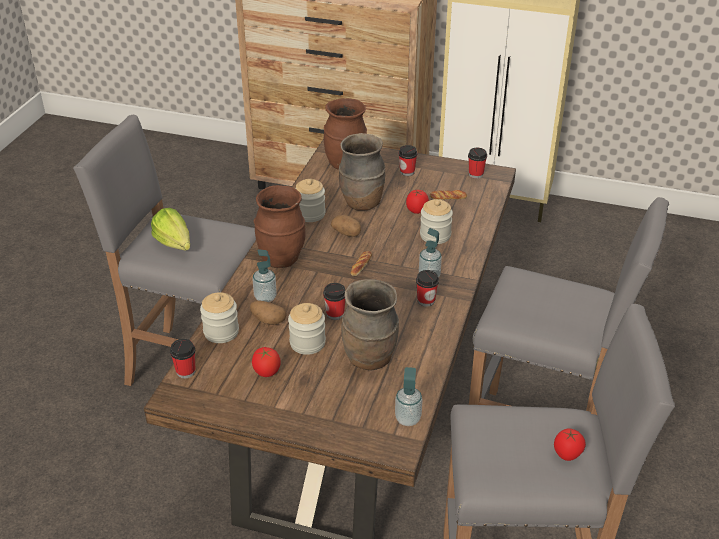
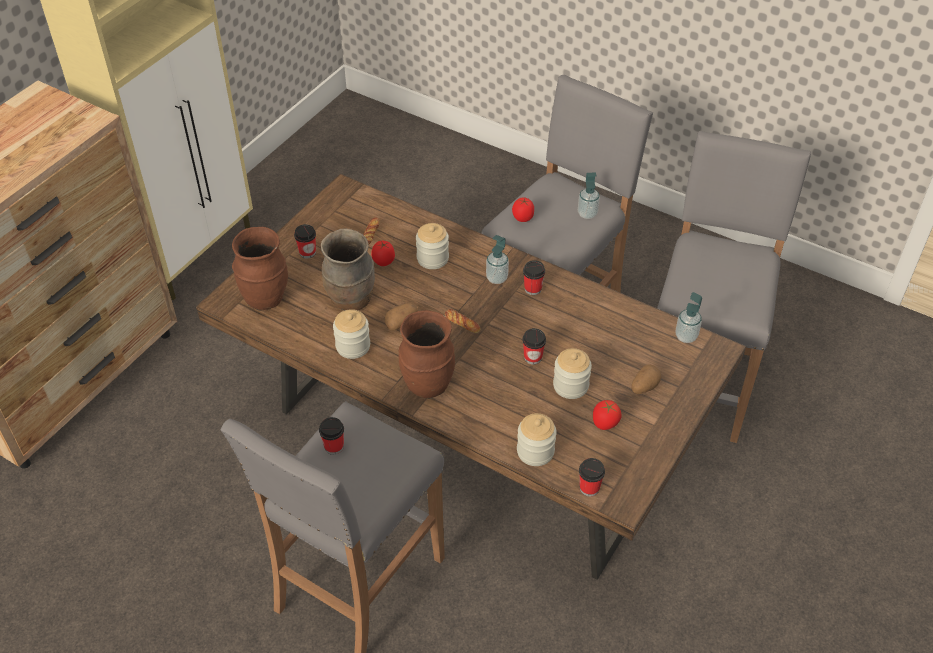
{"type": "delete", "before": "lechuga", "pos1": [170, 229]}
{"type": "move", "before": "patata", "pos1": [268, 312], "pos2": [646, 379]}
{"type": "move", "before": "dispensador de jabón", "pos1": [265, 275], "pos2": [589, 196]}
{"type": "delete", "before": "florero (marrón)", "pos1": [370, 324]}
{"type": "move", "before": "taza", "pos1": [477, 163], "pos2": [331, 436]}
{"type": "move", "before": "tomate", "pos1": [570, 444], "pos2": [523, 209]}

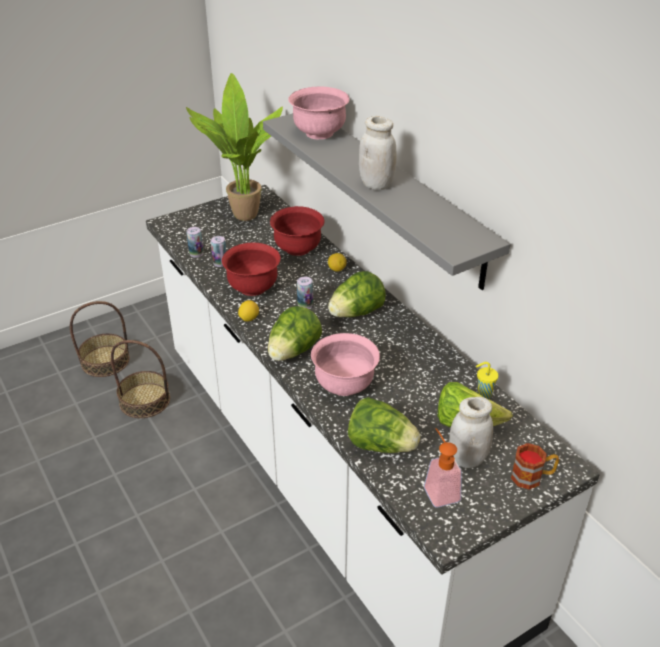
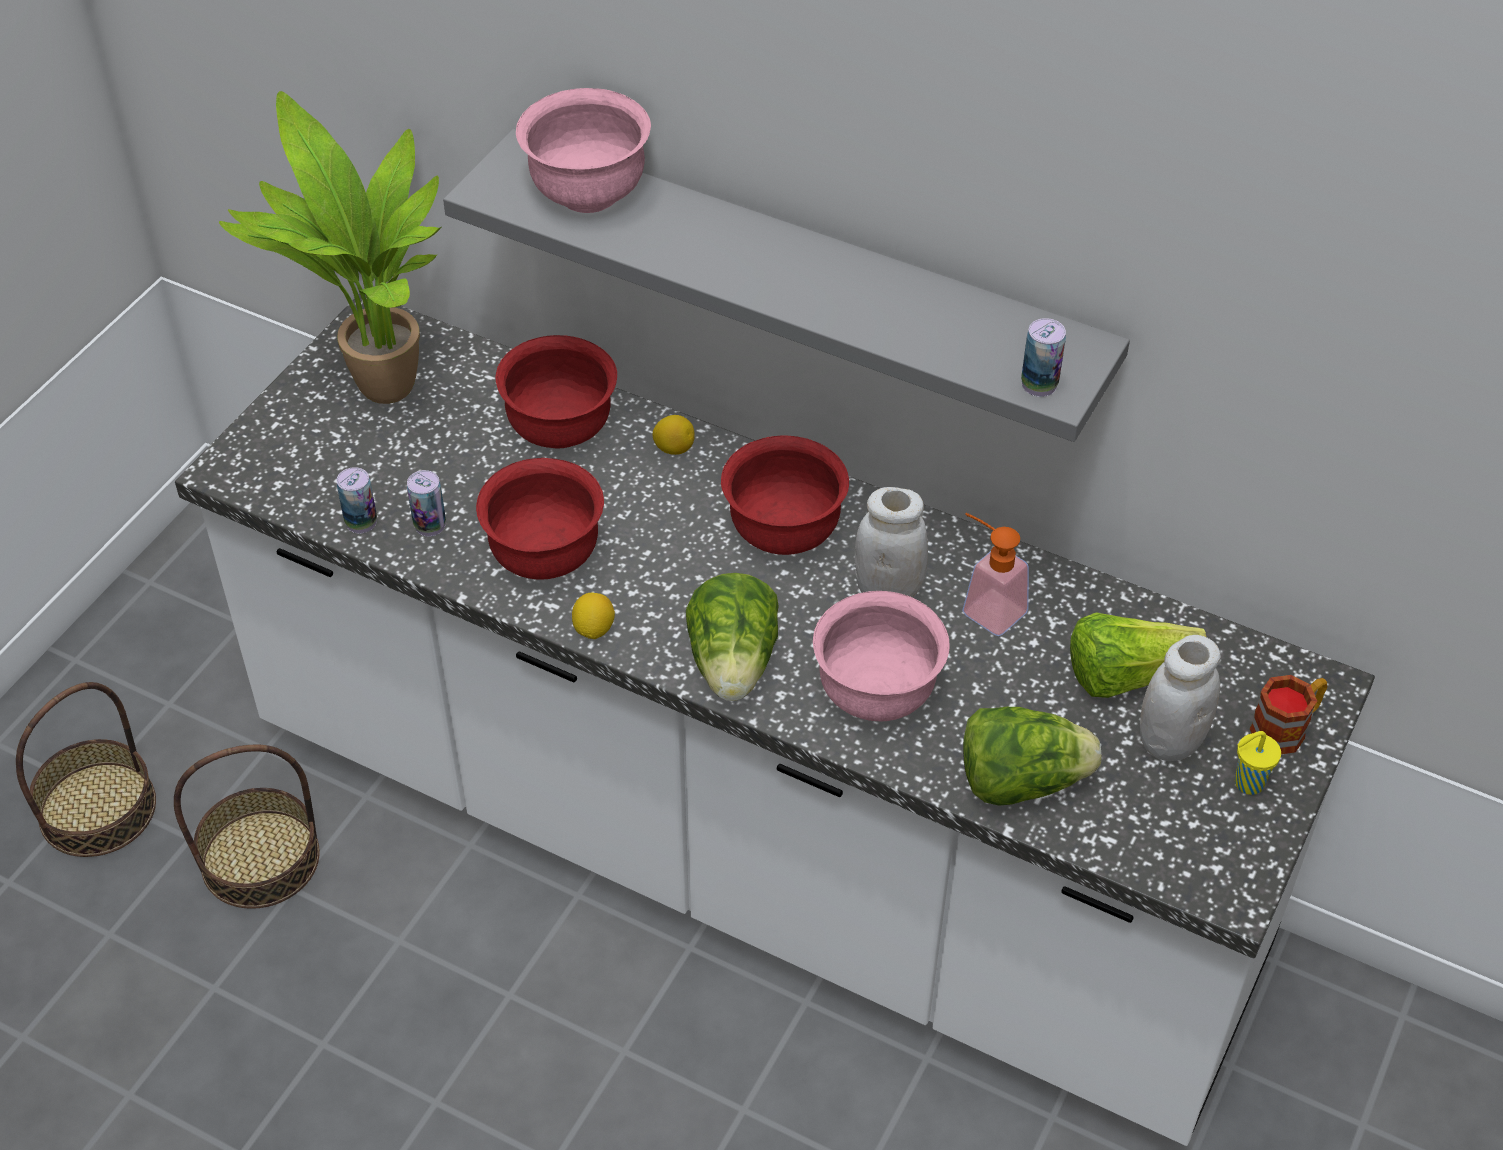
{"type": "move", "before": "lata", "pos1": [305, 293], "pos2": [1043, 357]}
{"type": "replace", "before": "lechuga", "after": "cuenco (rojo)", "pos1": [357, 294], "pos2": [785, 495]}
{"type": "move", "before": "tarro (blanco)", "pos1": [377, 153], "pos2": [891, 542]}
{"type": "move", "before": "dispensador de jabón", "pos1": [443, 468], "pos2": [995, 574]}
{"type": "move", "before": "taza (amarillo)", "pos1": [487, 380], "pos2": [1258, 763]}

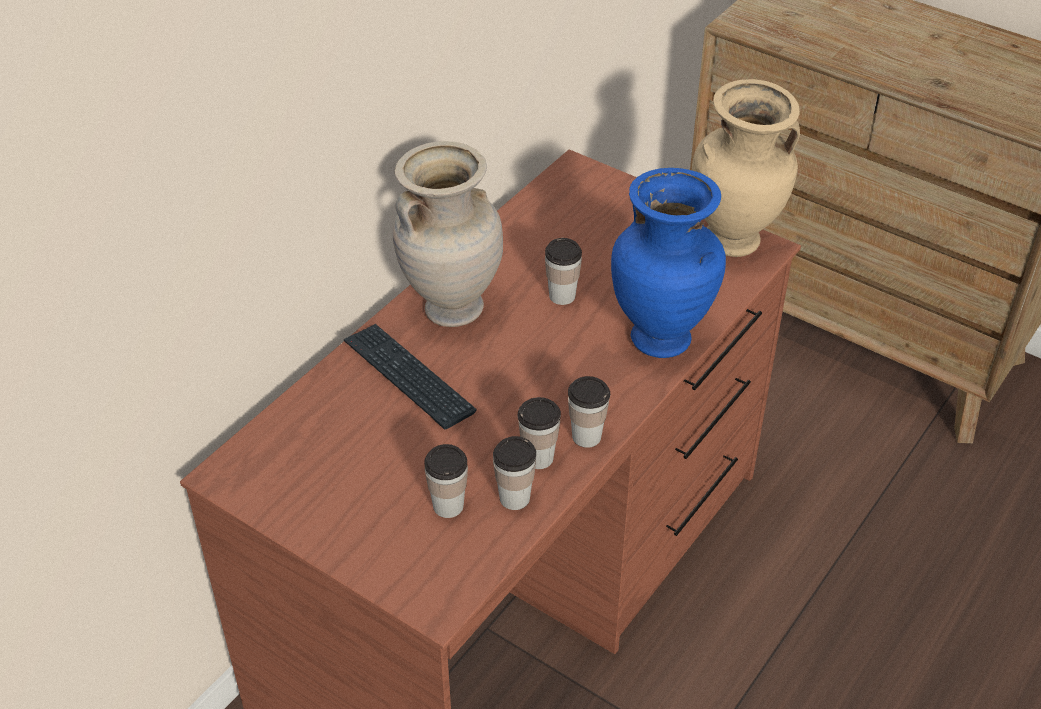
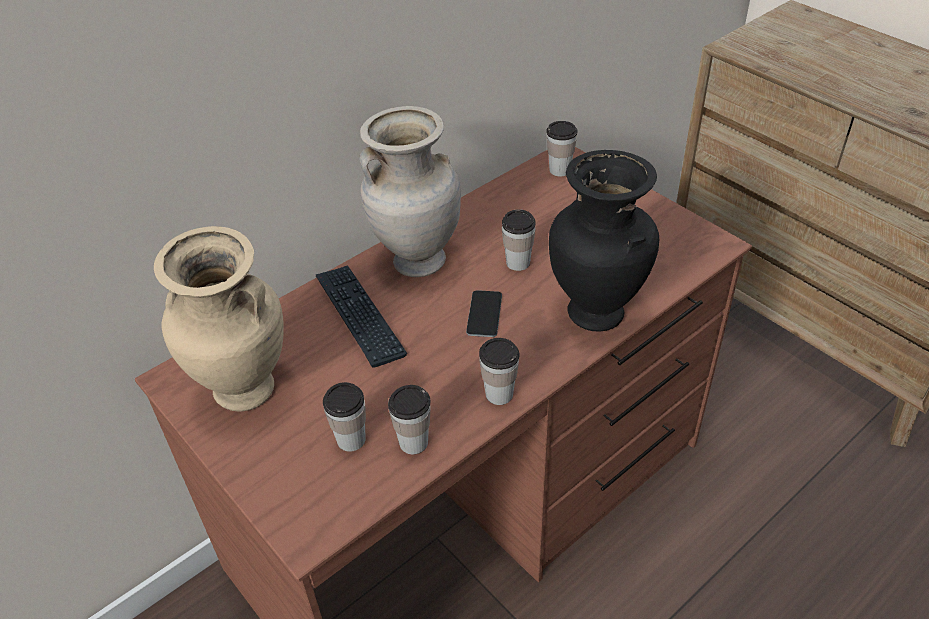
{"type": "move", "before": "taza", "pos1": [539, 433], "pos2": [562, 148]}
{"type": "recolor", "before": "florero (azul)", "after": "florero (negro)", "pos1": [668, 263], "pos2": [604, 240]}
{"type": "move", "before": "florero (beis)", "pos1": [746, 168], "pos2": [219, 319]}
{"type": "insert", "after": "móvil", "pos2": [484, 313]}

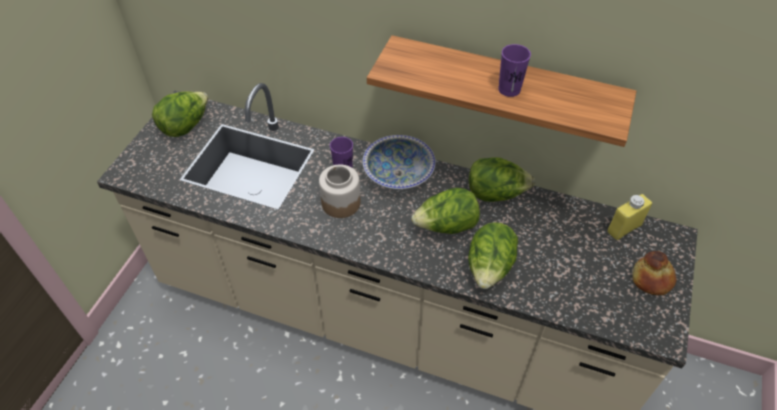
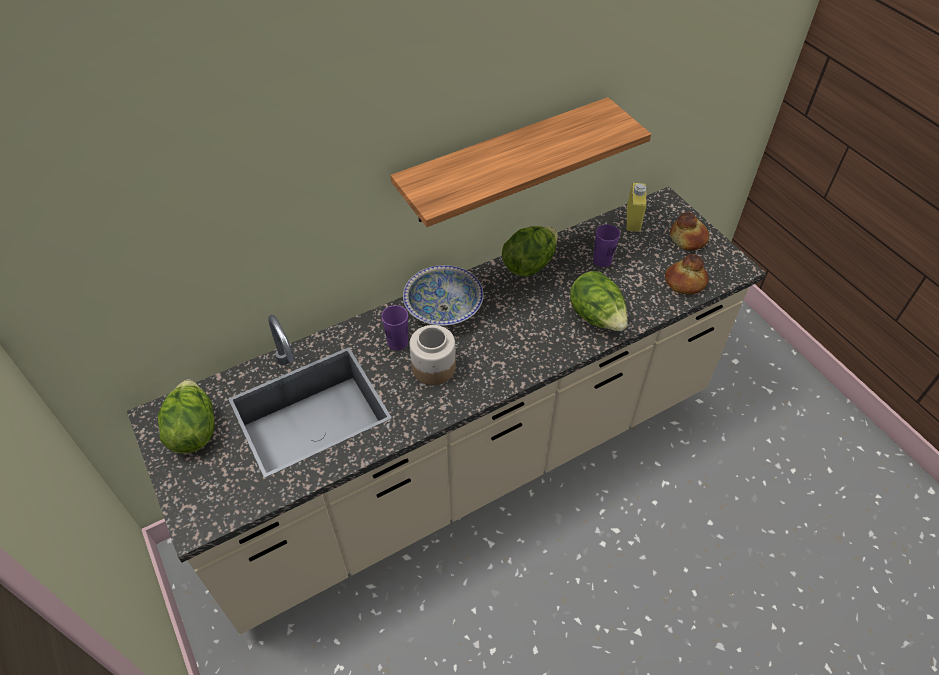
{"type": "delete", "before": "lechuga", "pos1": [446, 211]}
{"type": "move", "before": "taza (morado)", "pos1": [514, 70], "pos2": [606, 245]}
{"type": "insert", "after": "pan", "pos2": [686, 274]}

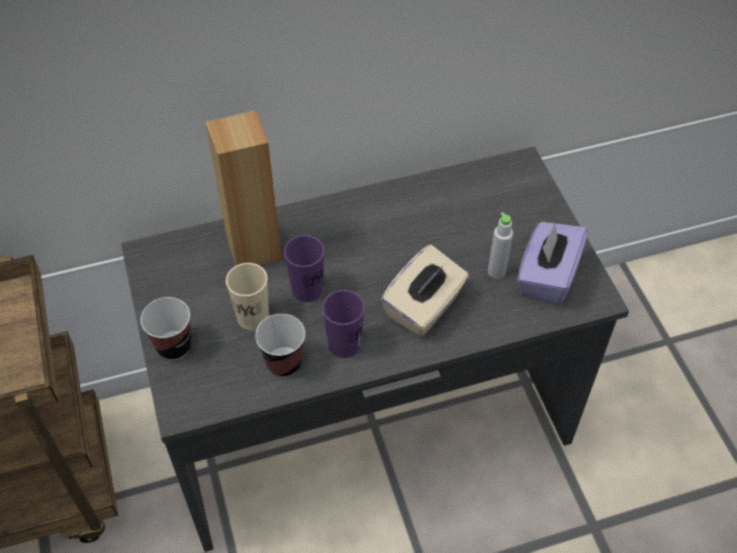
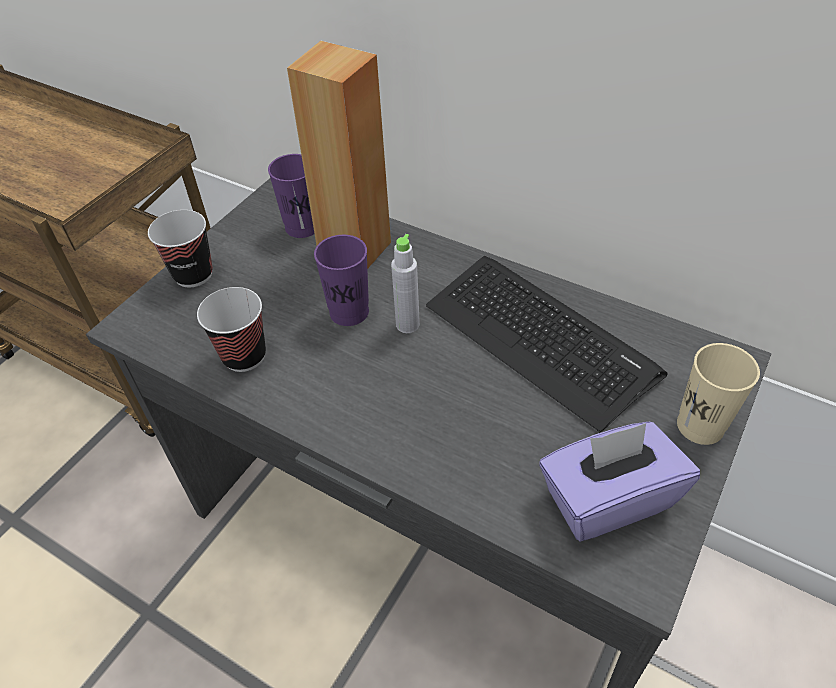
{"type": "move", "before": "taza (beis)", "pos1": [247, 296], "pos2": [718, 394]}
{"type": "move", "before": "taza (morado)", "pos1": [343, 324], "pos2": [291, 196]}
{"type": "delete", "before": "caja de pañuelos (beis)", "pos1": [425, 291]}
{"type": "move", "before": "botella (gris)", "pos1": [500, 245], "pos2": [405, 283]}
{"type": "insert", "after": "teclado", "pos2": [547, 344]}

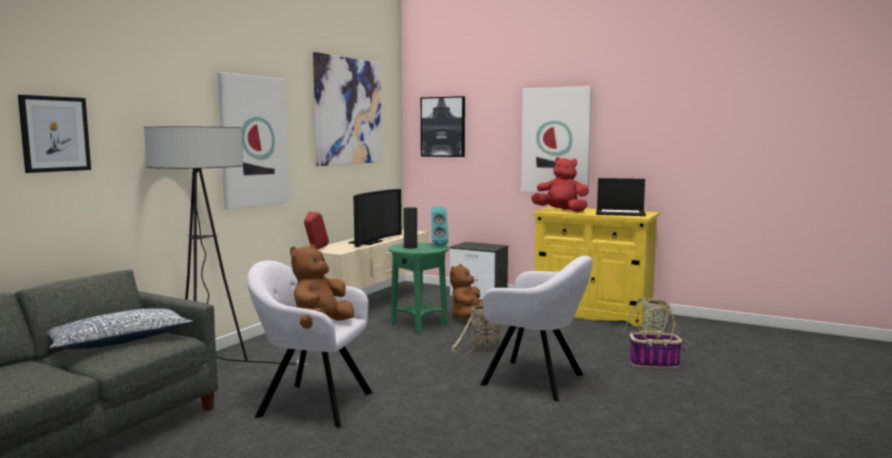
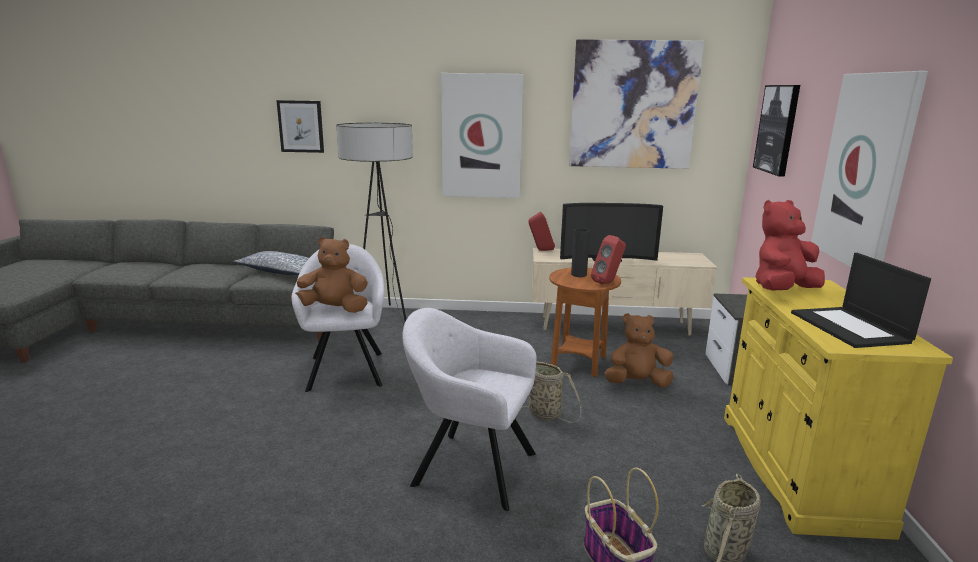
{"type": "recolor", "before": "mesa auxiliar (verde)", "after": "mesa auxiliar (marrón)", "pos1": [419, 288], "pos2": [585, 322]}
{"type": "recolor", "before": "altavoz (turquesa)", "after": "altavoz (rojo)", "pos1": [440, 226], "pos2": [608, 259]}
{"type": "rotate", "before": "sillón (gris)", "pos1": [536, 328], "pos2": [469, 409], "turn": 105}
{"type": "rotate", "before": "peluche (rojo)", "pos1": [560, 184], "pos2": [790, 245], "turn": -120}

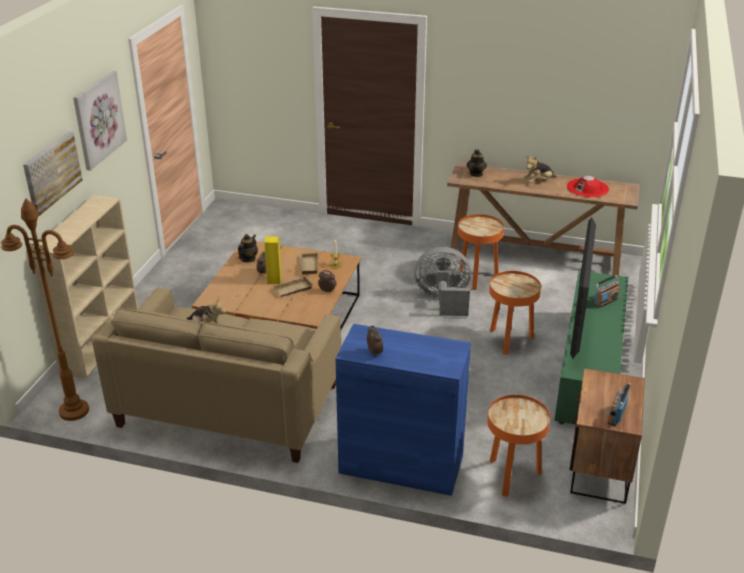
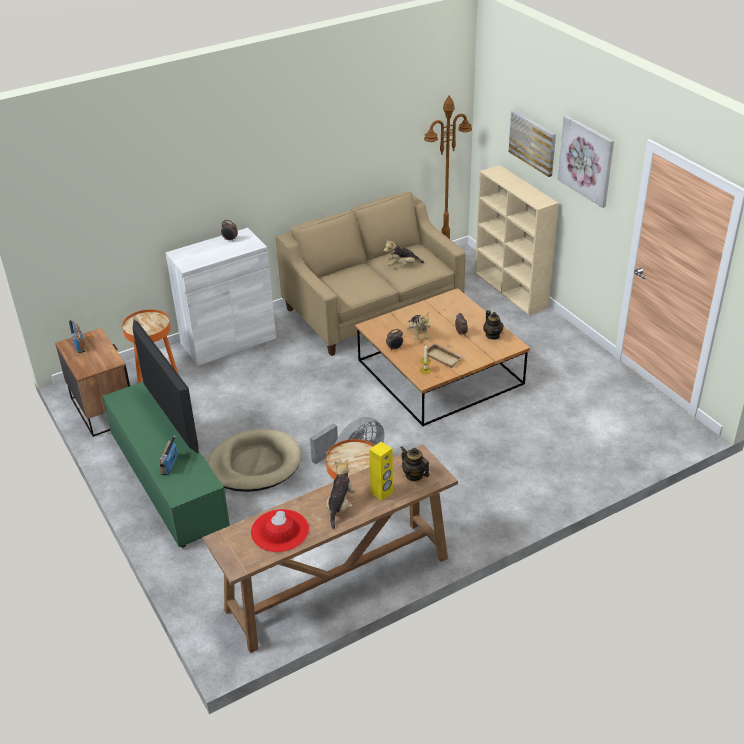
{"type": "move", "before": "altavoz (amarillo)", "pos1": [273, 260], "pos2": [381, 471]}
{"type": "replace", "before": "bandeja (beis)", "after": "peluche", "pos1": [293, 286], "pos2": [418, 326]}
{"type": "recolor", "before": "armario (azul)", "after": "armario (blanco)", "pos1": [403, 410], "pos2": [220, 297]}
{"type": "replace", "before": "mesa auxiliar (naranja)", "after": "cama para perro (beis)", "pos1": [515, 313], "pos2": [254, 460]}

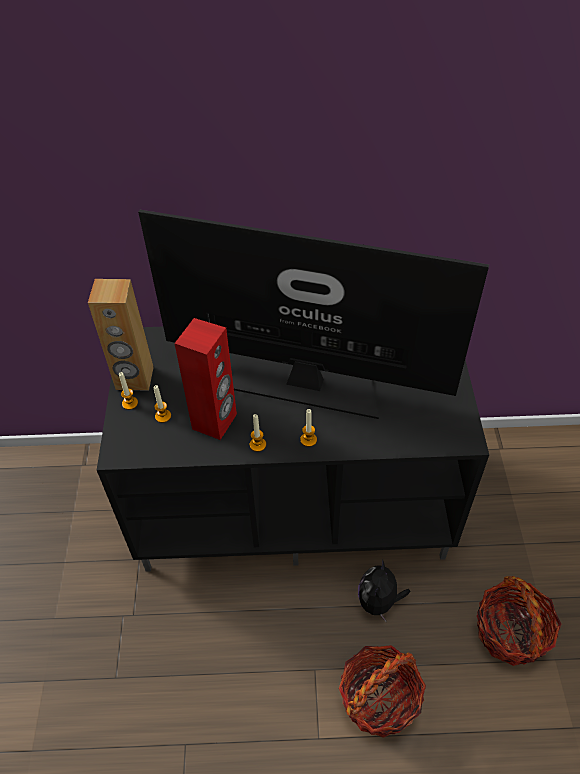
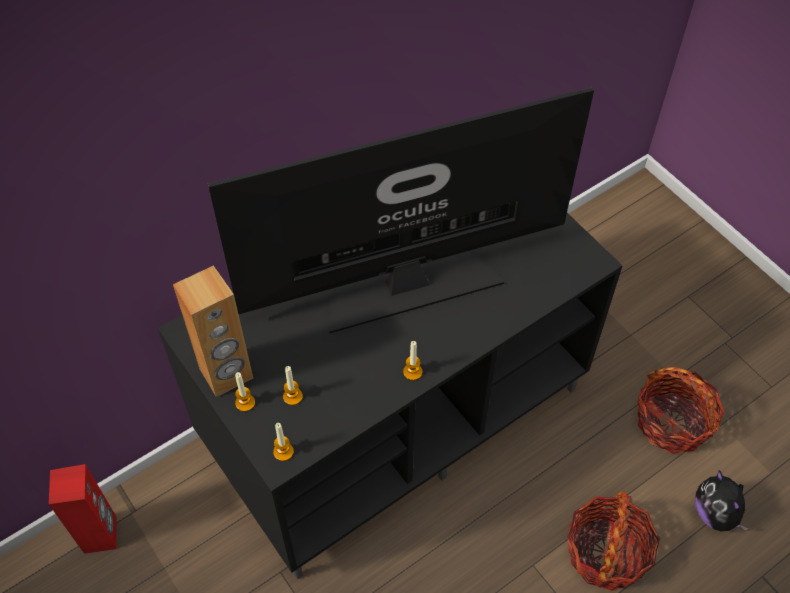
{"type": "move", "before": "altavoz (rojo)", "pos1": [205, 379], "pos2": [82, 509]}
{"type": "move", "before": "vela", "pos1": [308, 428], "pos2": [283, 442]}
{"type": "move", "before": "peluche", "pos1": [384, 590], "pos2": [722, 501]}

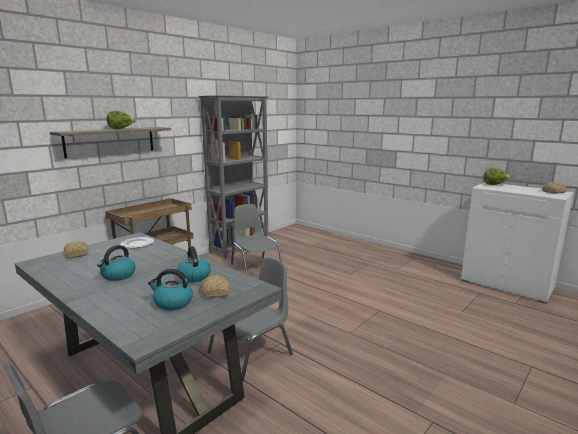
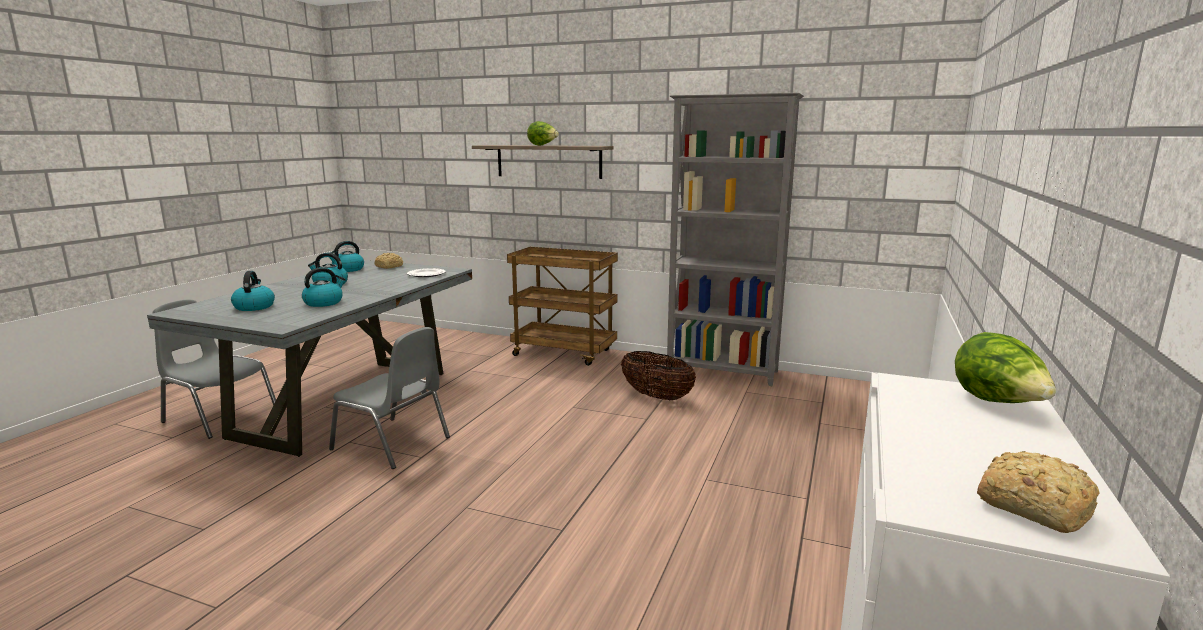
{"type": "delete", "before": "pan", "pos1": [215, 286]}
{"type": "replace", "before": "silla (gris)", "after": "cesta", "pos1": [256, 239], "pos2": [658, 375]}
{"type": "insert", "after": "hervidor", "pos2": [346, 256]}

